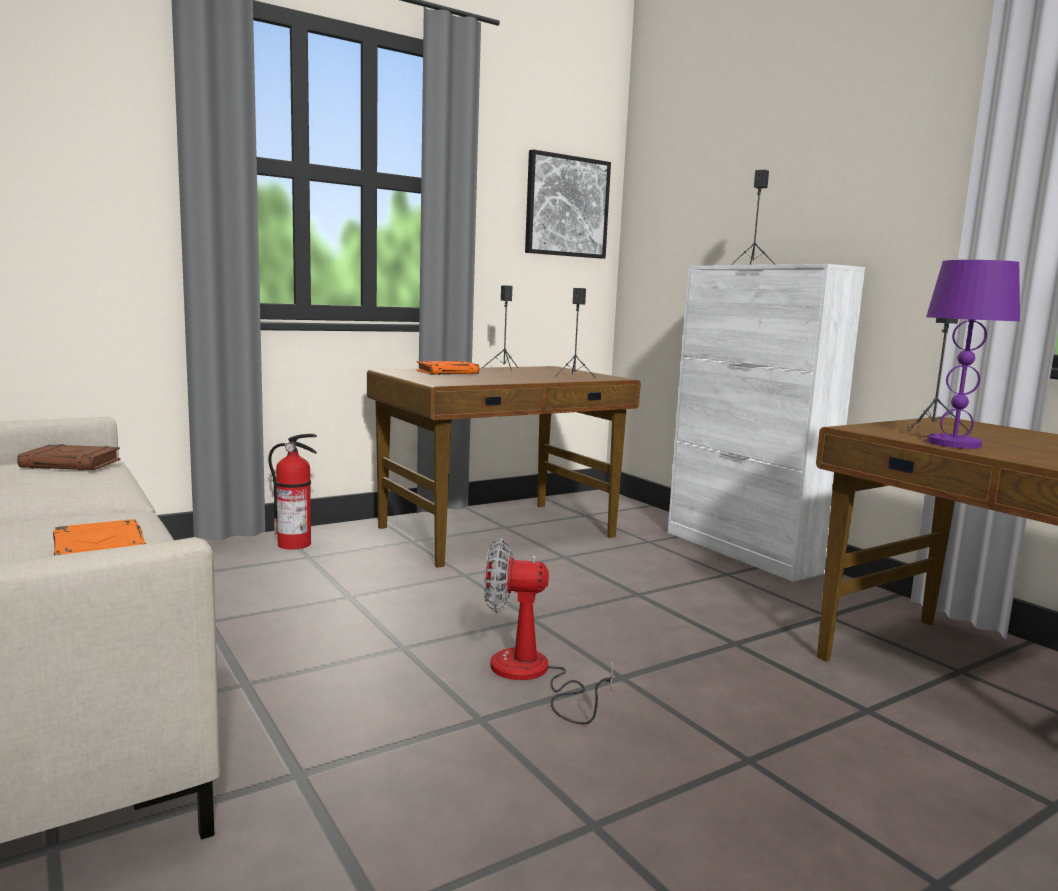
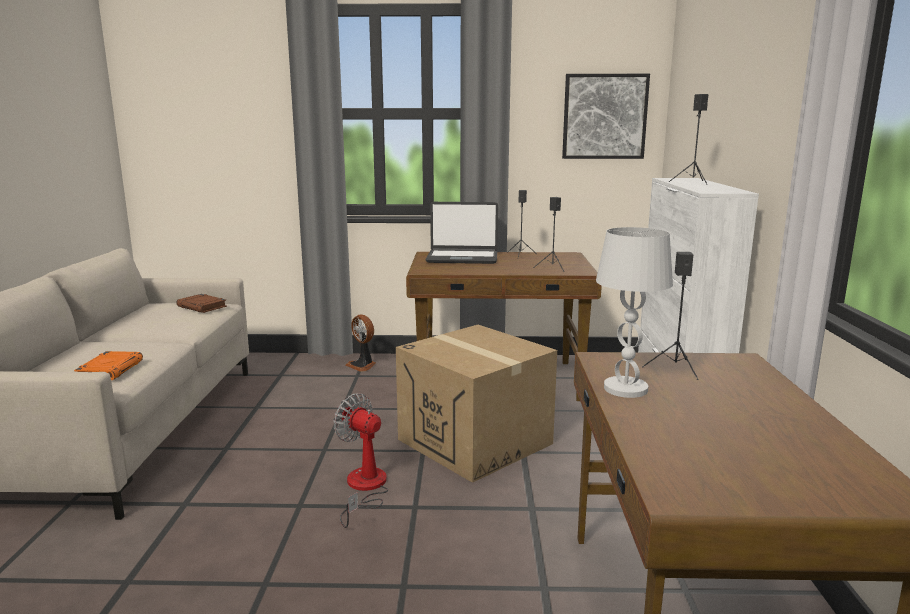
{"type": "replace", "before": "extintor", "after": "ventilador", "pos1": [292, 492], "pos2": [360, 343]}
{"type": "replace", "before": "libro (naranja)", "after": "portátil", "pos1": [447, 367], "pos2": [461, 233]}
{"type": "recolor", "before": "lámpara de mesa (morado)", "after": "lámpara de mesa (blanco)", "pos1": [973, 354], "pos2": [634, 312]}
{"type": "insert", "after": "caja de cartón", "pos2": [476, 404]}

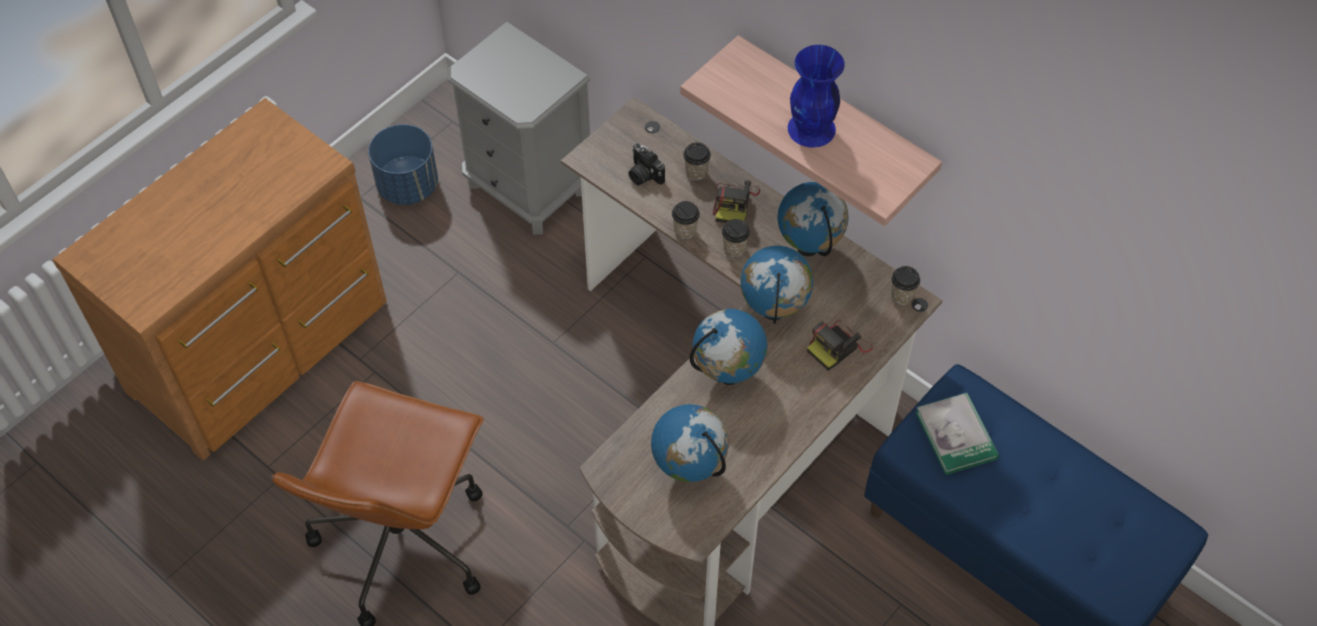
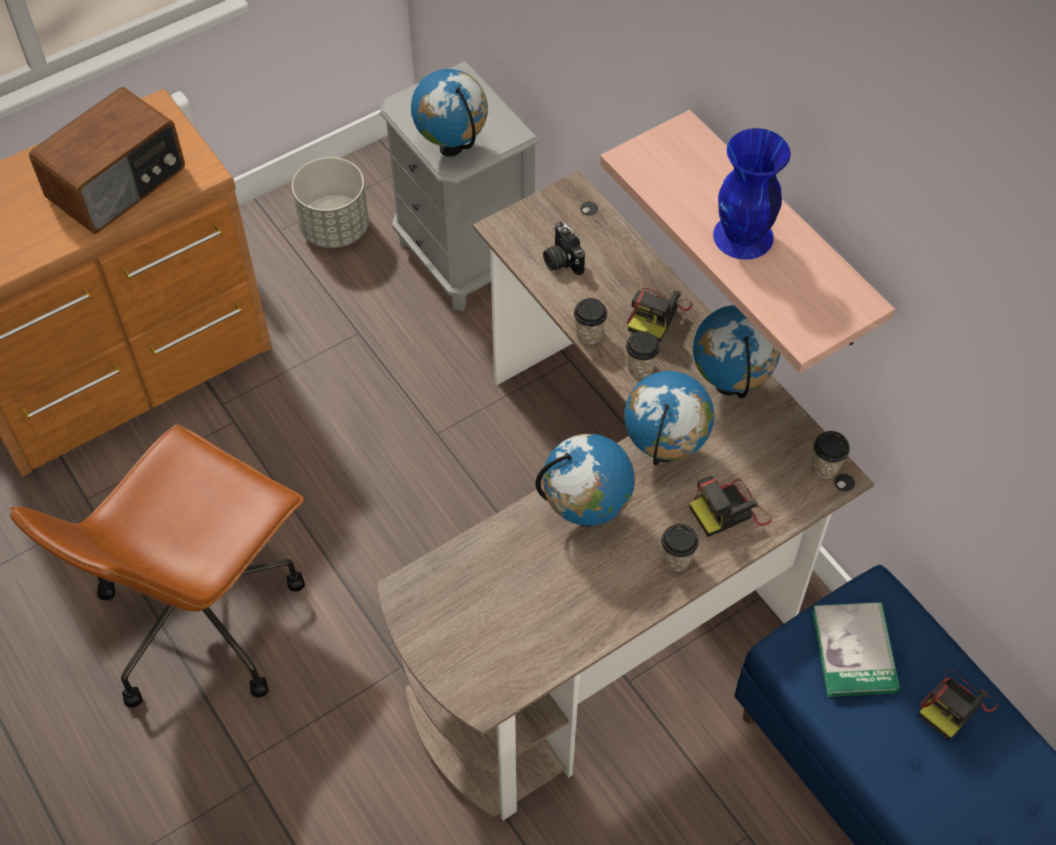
{"type": "recolor", "before": "maceta (azul)", "after": "maceta (gris)", "pos1": [403, 164], "pos2": [330, 202]}
{"type": "move", "before": "globo terráqueo", "pos1": [690, 443], "pos2": [449, 112]}
{"type": "move", "before": "taza", "pos1": [697, 161], "pos2": [680, 548]}
{"type": "insert", "after": "radio", "pos2": [107, 160]}
{"type": "insert", "after": "cámara", "pos2": [958, 705]}

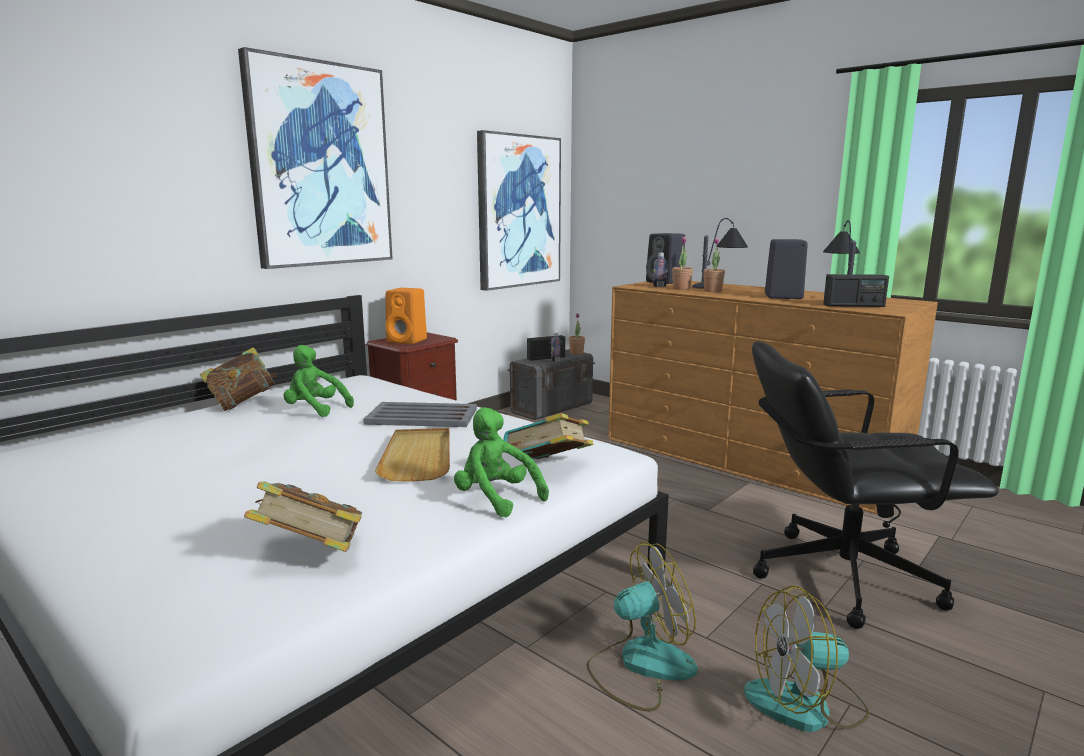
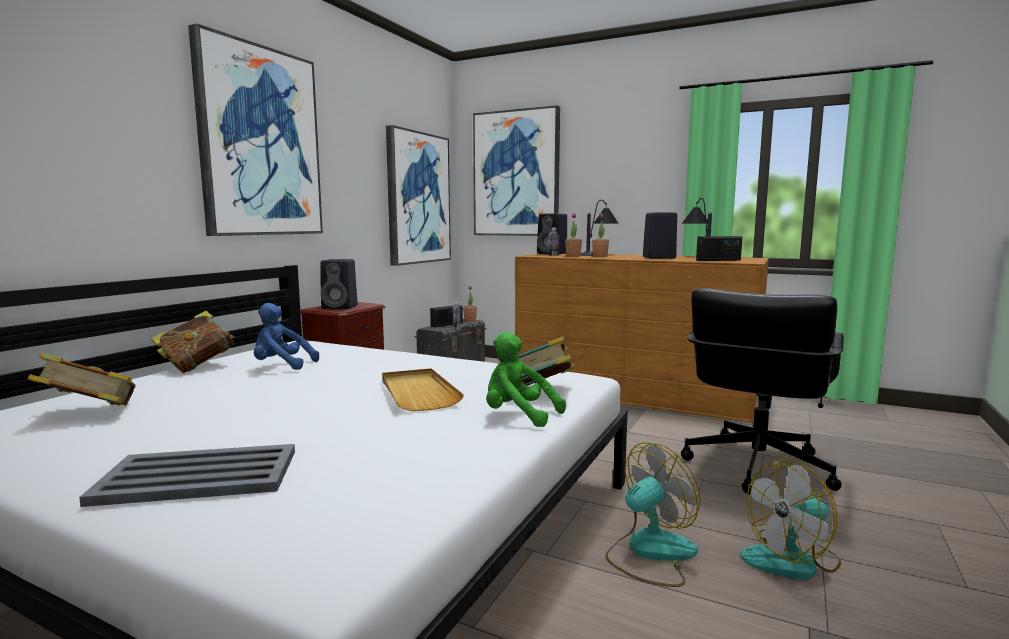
{"type": "move", "before": "libro", "pos1": [303, 516], "pos2": [81, 379]}
{"type": "recolor", "before": "peluche (verde)", "after": "peluche (azul)", "pos1": [318, 381], "pos2": [286, 336]}
{"type": "move", "before": "bandeja (gris)", "pos1": [420, 414], "pos2": [187, 475]}
{"type": "recolor", "before": "altavoz (naranja)", "after": "altavoz (negro)", "pos1": [406, 316], "pos2": [339, 284]}
{"type": "rotate", "before": "silla de oficina (negro)", "pos1": [875, 485], "pos2": [762, 391], "turn": -45}
{"type": "insert", "after": "cuadro", "pos2": [516, 170]}

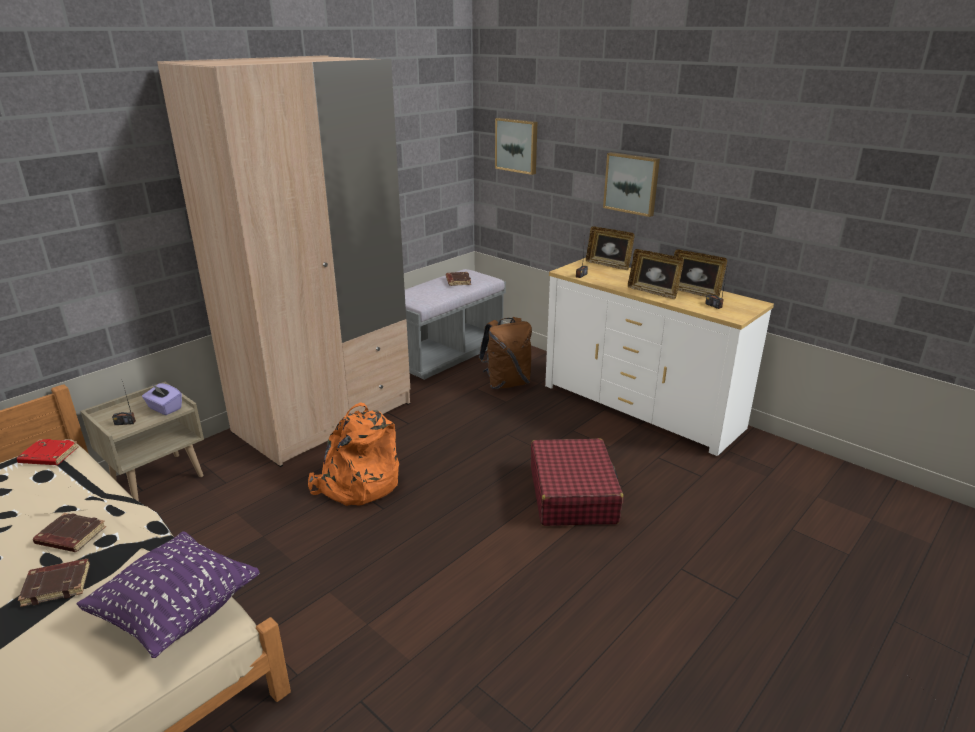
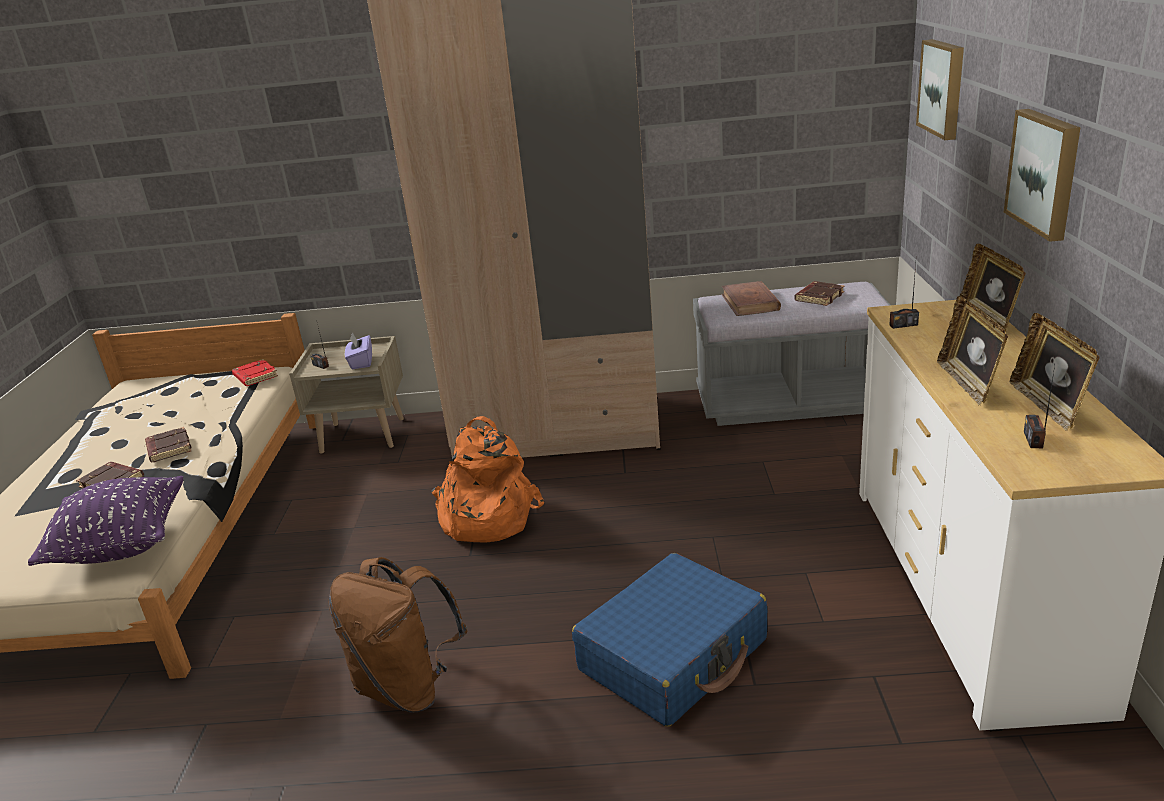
{"type": "move", "before": "mochila (marrón)", "pos1": [505, 353], "pos2": [397, 634]}
{"type": "recolor", "before": "maleta (rojo)", "after": "maleta (azul)", "pos1": [577, 482], "pos2": [669, 640]}
{"type": "insert", "after": "libro (marrón)", "pos2": [751, 298]}

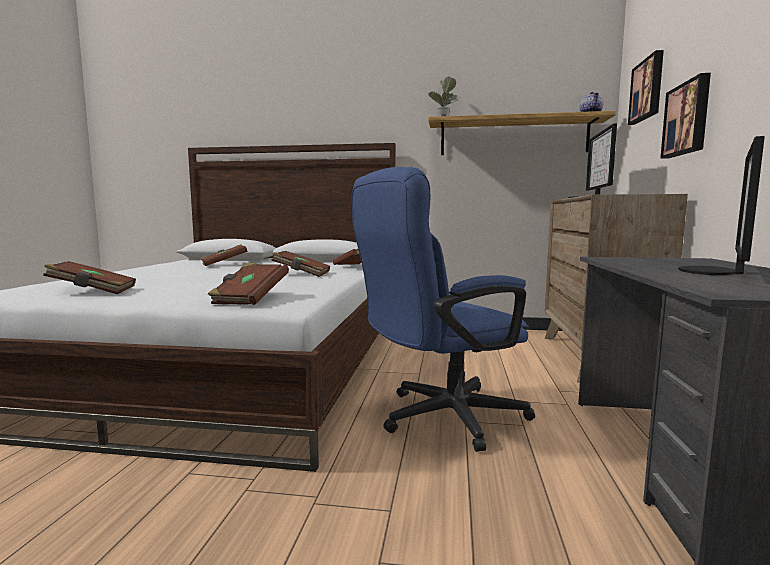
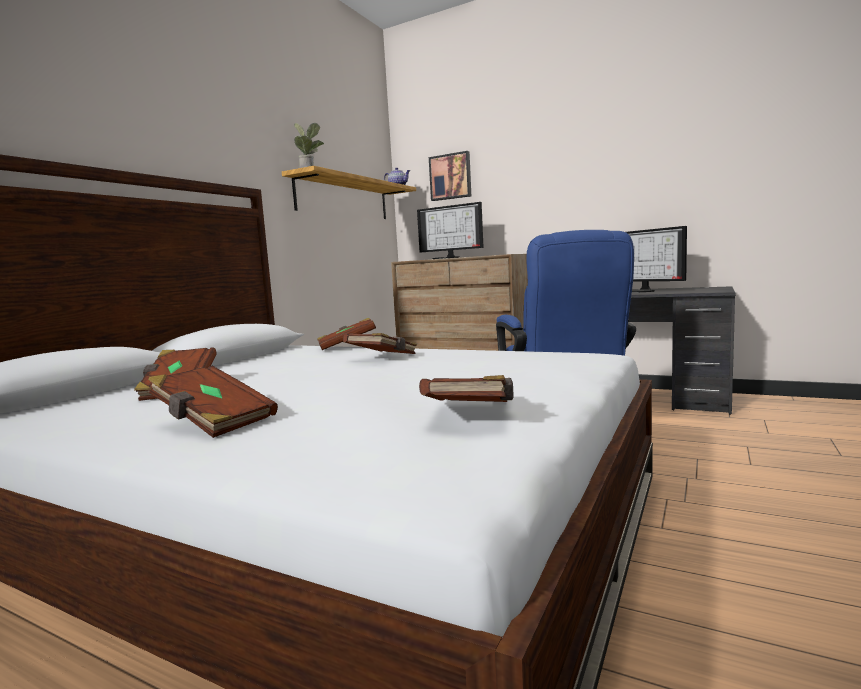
{"type": "move", "before": "libro (marrón)", "pos1": [248, 284], "pos2": [213, 402]}
{"type": "delete", "before": "cuadro", "pos1": [685, 116]}

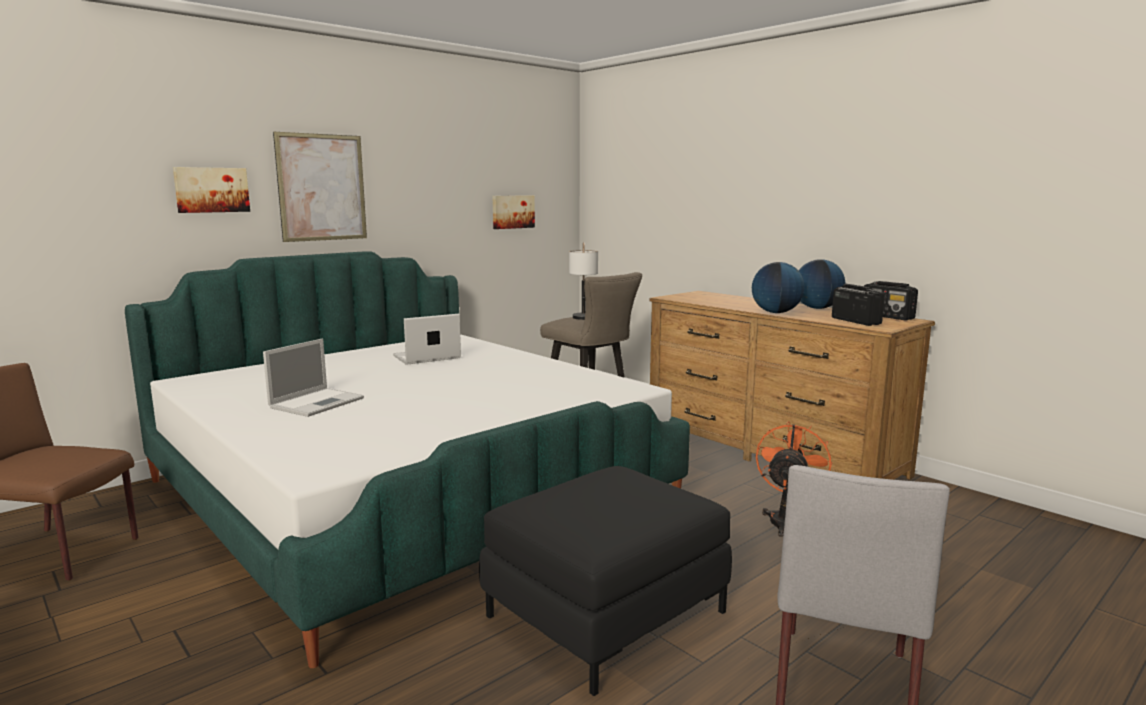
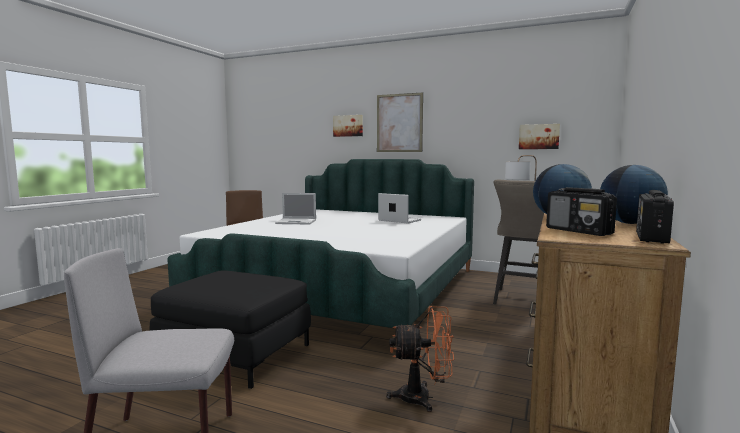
{"type": "rotate", "before": "radio", "pos1": [858, 305], "pos2": [581, 211], "turn": 105}

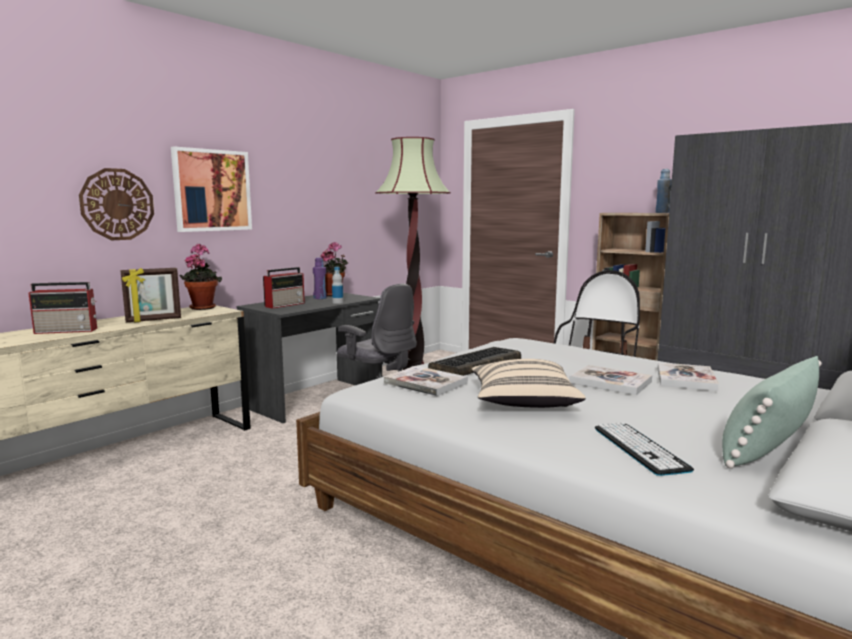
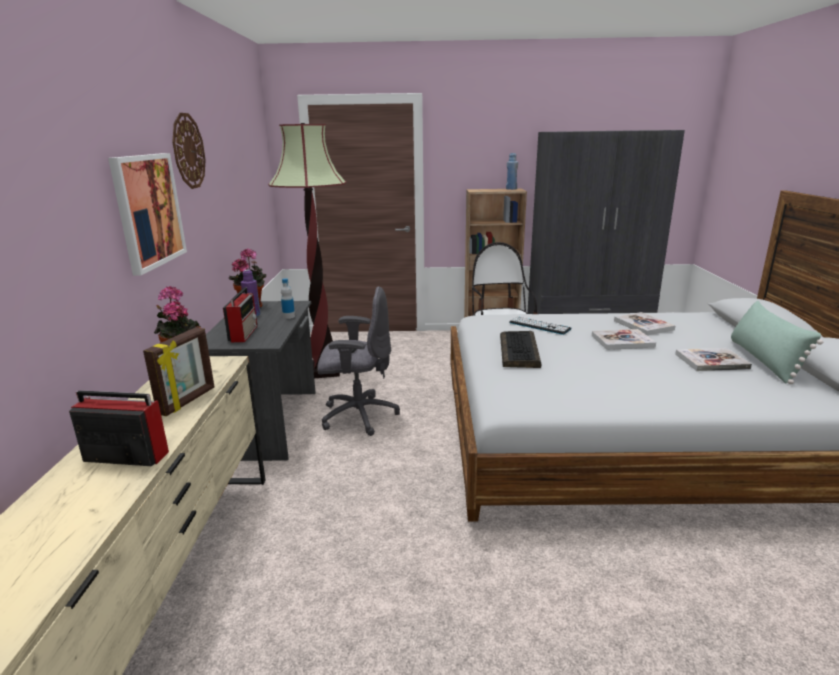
{"type": "rotate", "before": "radio", "pos1": [62, 308], "pos2": [119, 428], "turn": -120}
{"type": "move", "before": "reloj de pared", "pos1": [116, 204], "pos2": [189, 151]}
{"type": "move", "before": "libro", "pos1": [426, 381], "pos2": [713, 359]}
{"type": "delete", "before": "cojín (beis)", "pos1": [529, 383]}
{"type": "move", "before": "teclado", "pos1": [644, 449], "pos2": [540, 325]}

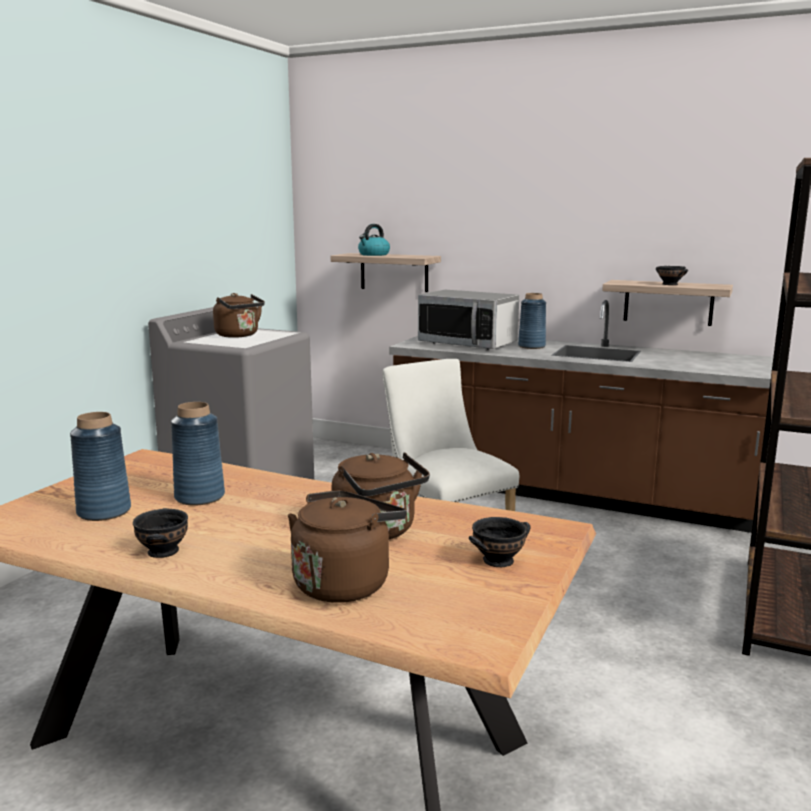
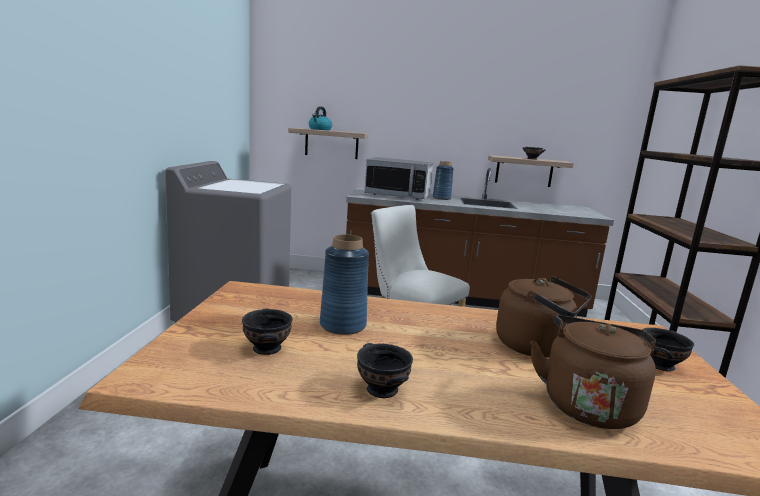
{"type": "replace", "before": "florero (azul)", "after": "cuenco (negro)", "pos1": [100, 466], "pos2": [267, 331]}
{"type": "delete", "before": "hervidor (marrón)", "pos1": [239, 315]}

